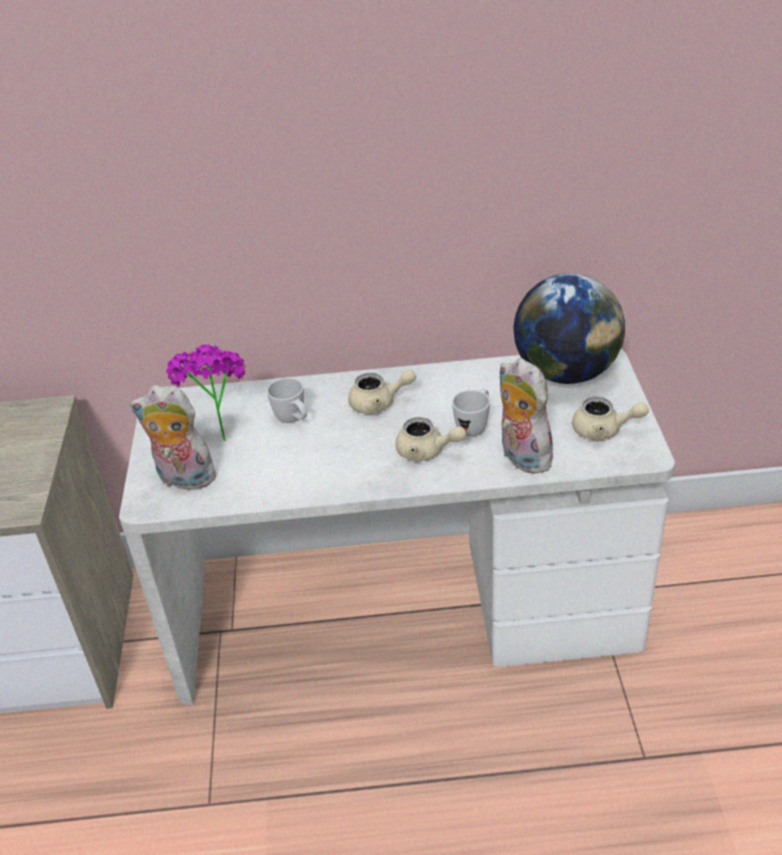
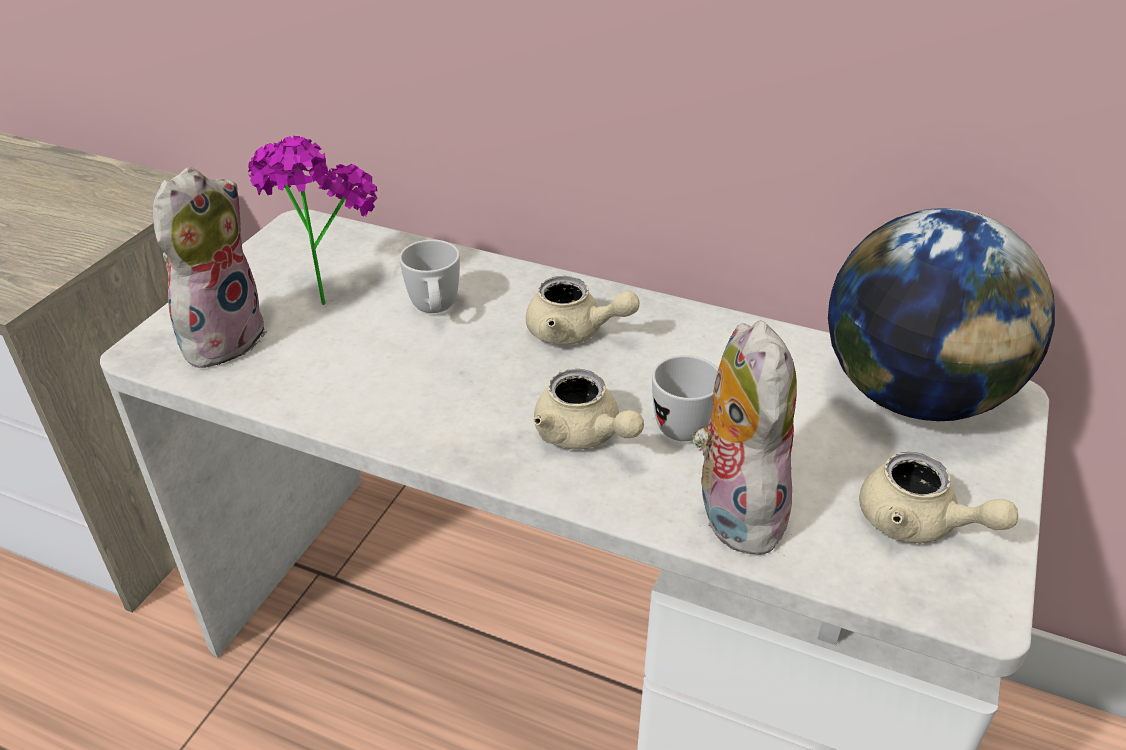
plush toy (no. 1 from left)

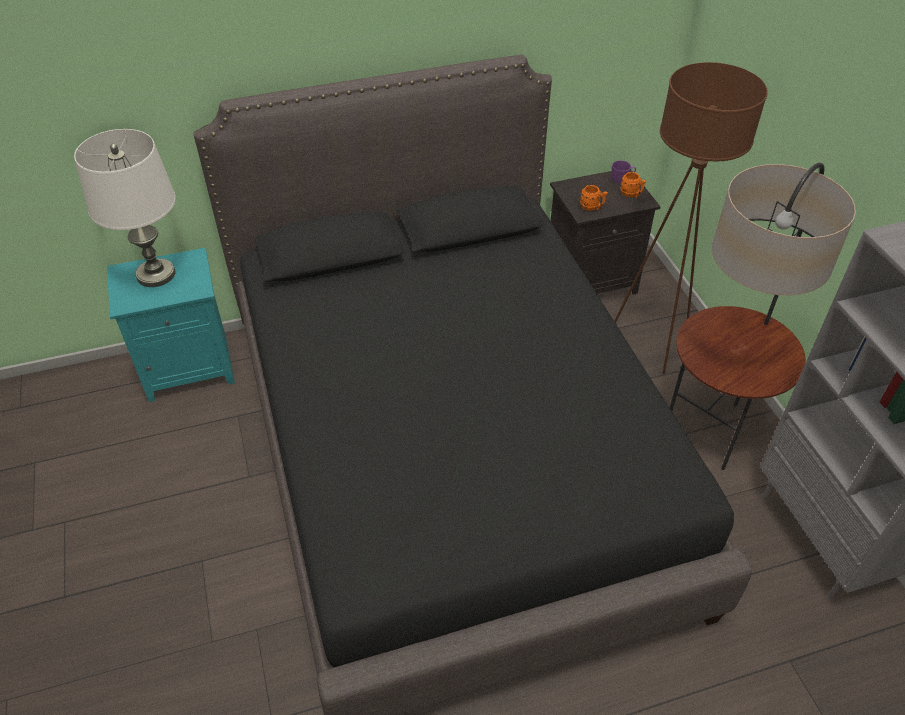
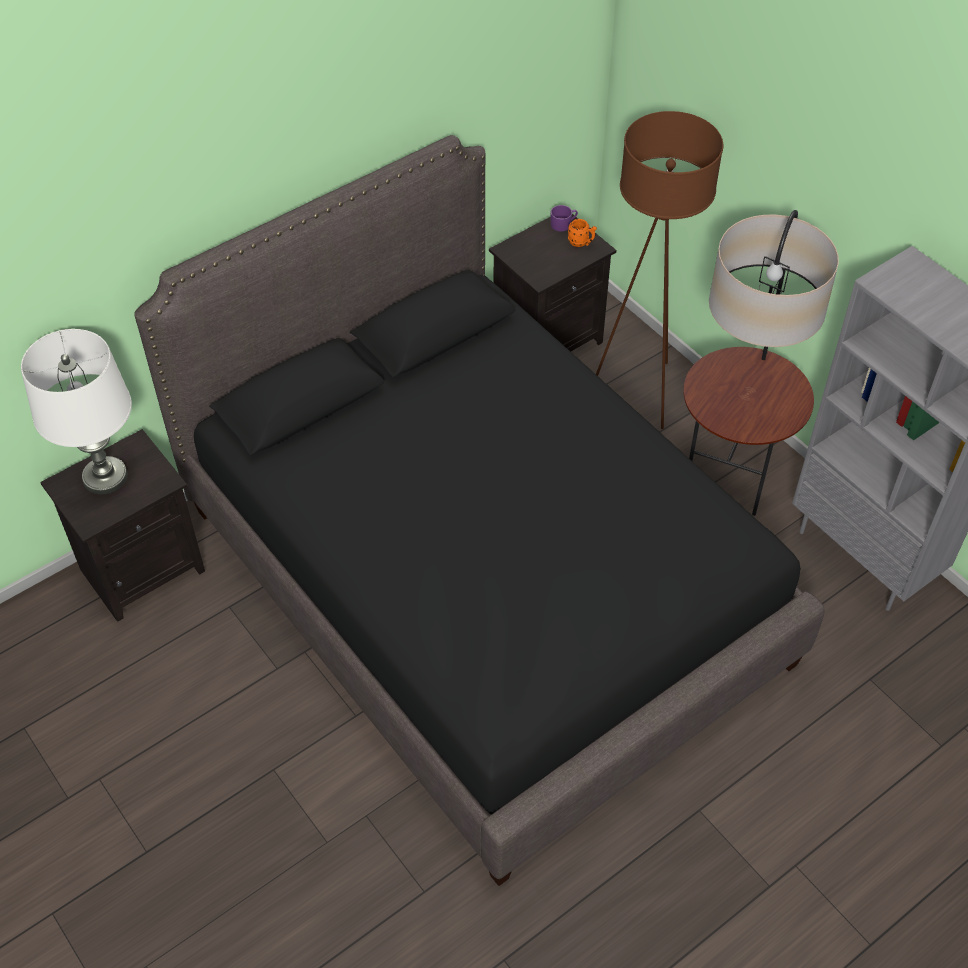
orange mug (no. 1 from left in the first image)
black nightstand (no. 1 from left)

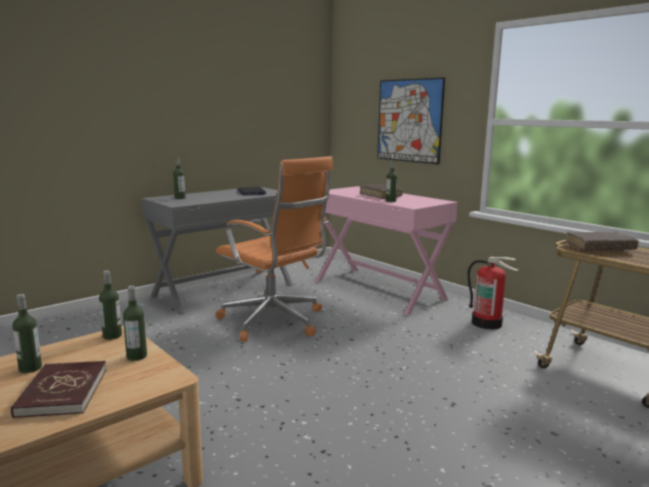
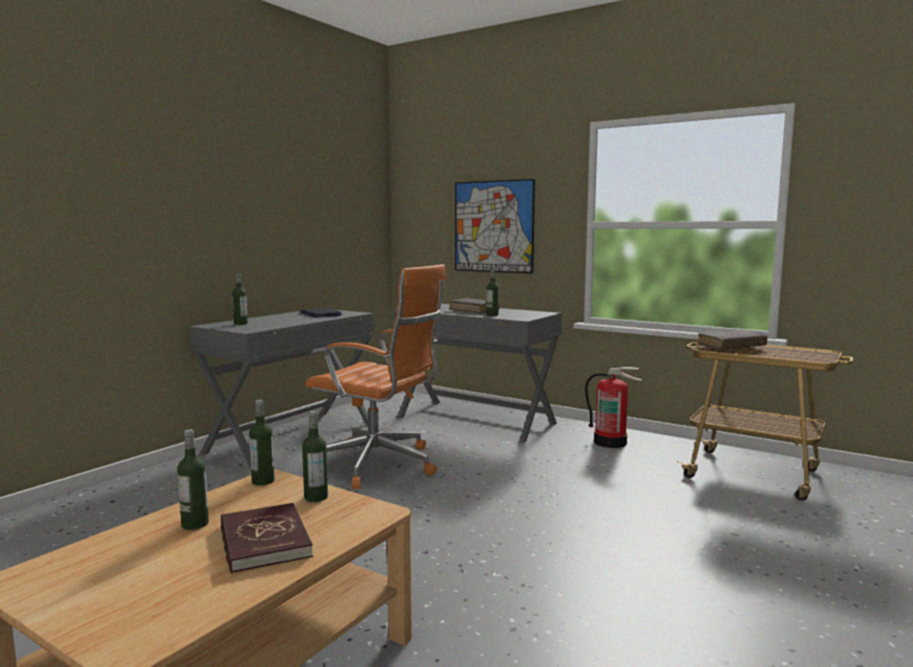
grey desk (no. 2 from left)

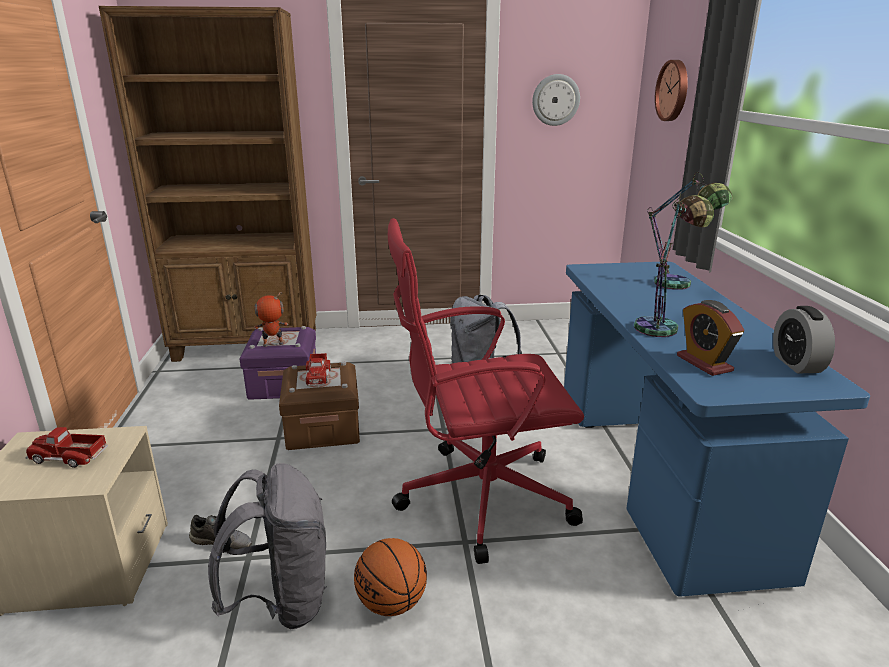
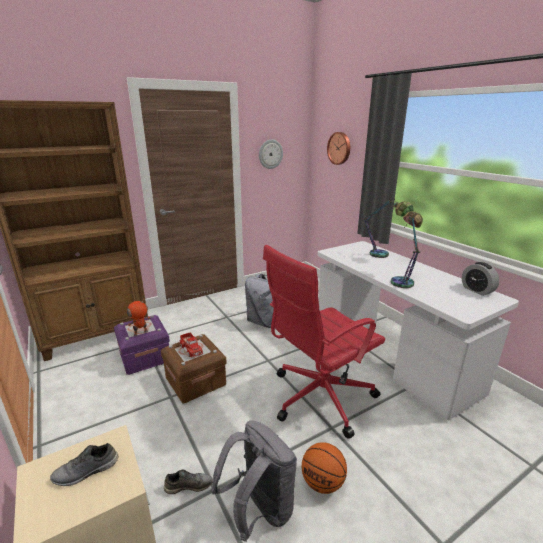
alarm clock (no. 1 from left in the first image)
grey shoe (no. 1 from left)
white desk

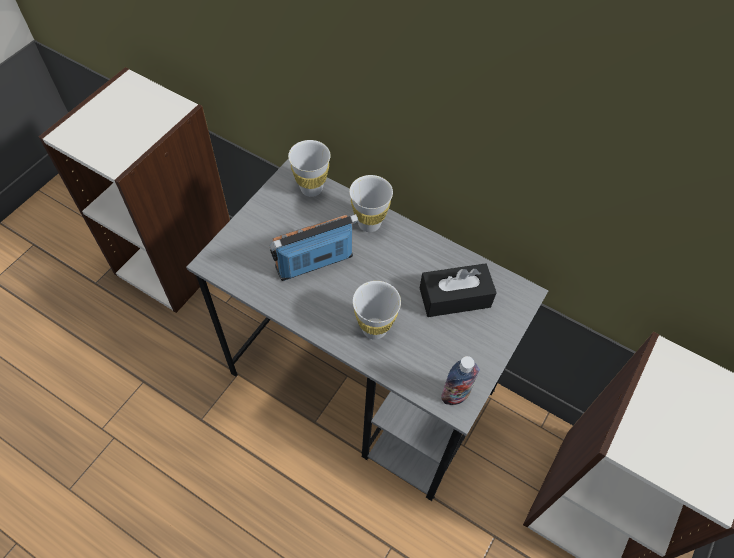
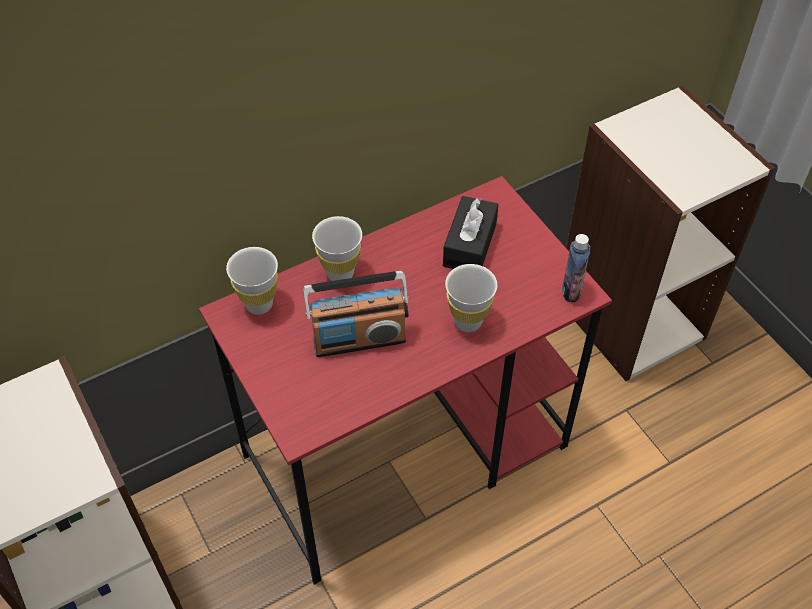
red desk
radio

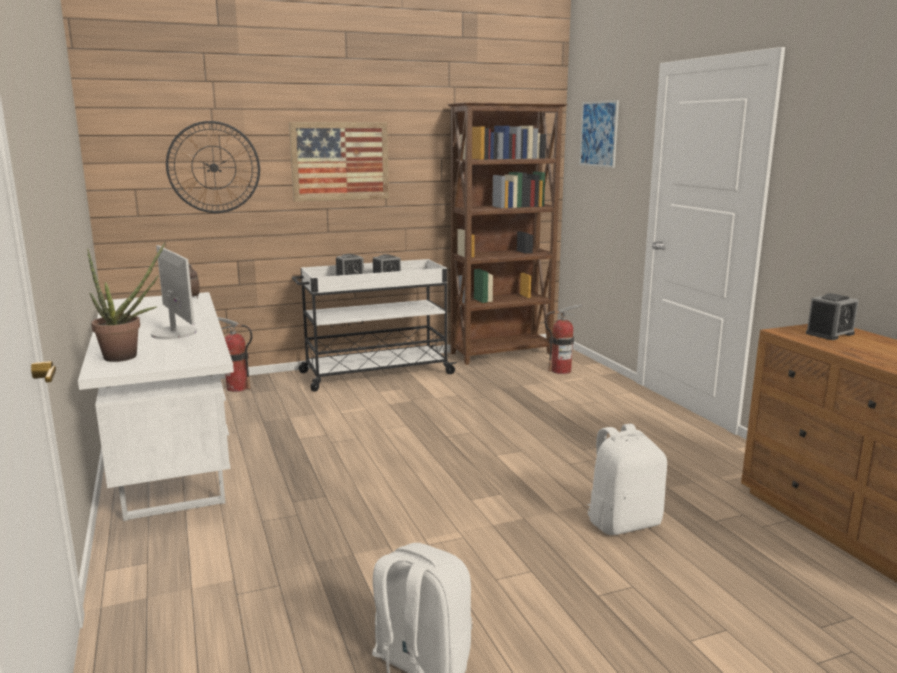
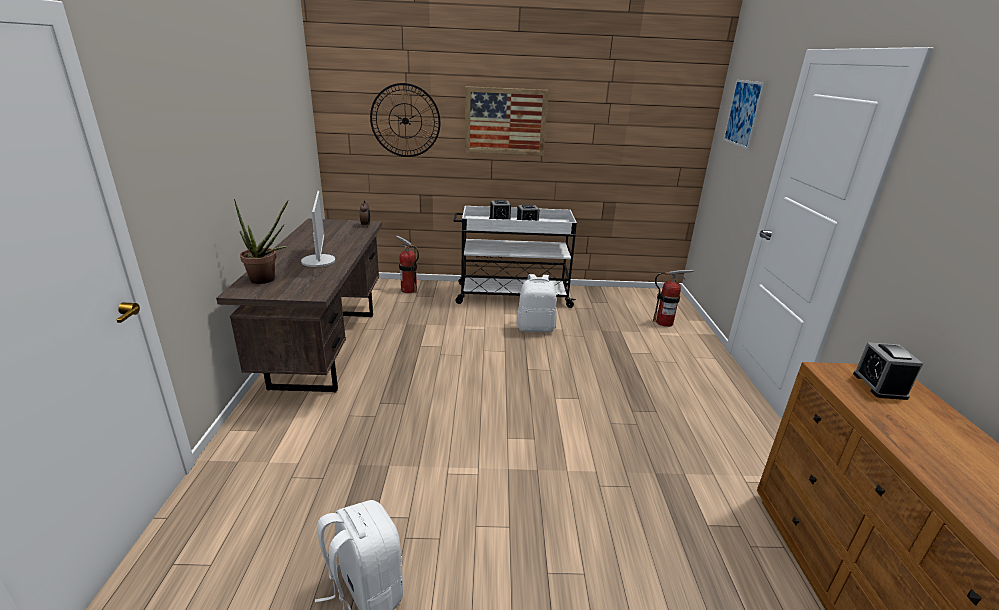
brown bookcase
white backpack (no. 2 from left)
brown desk
alarm clock (no. 4 from left)

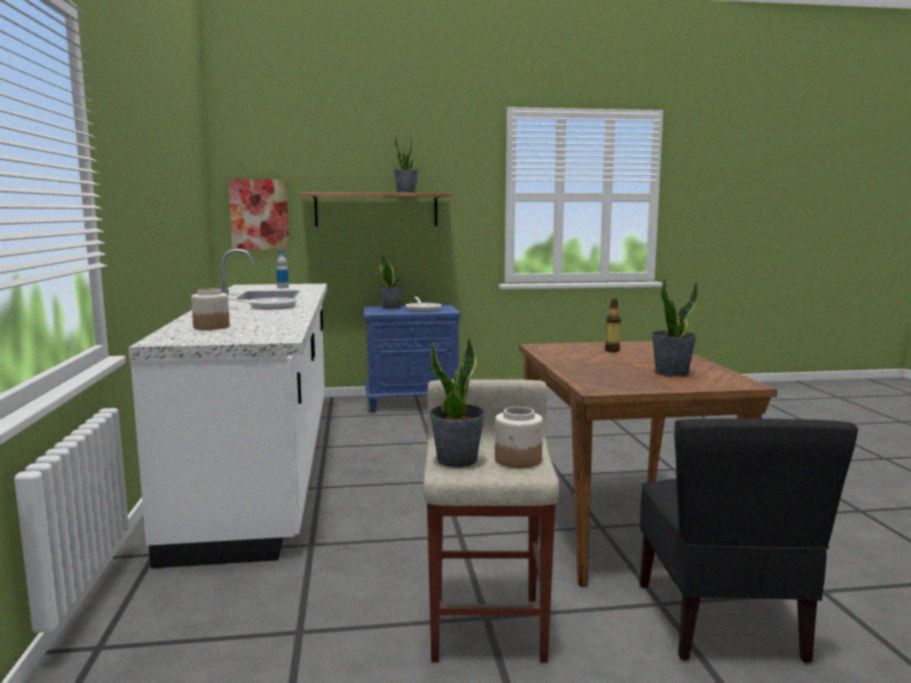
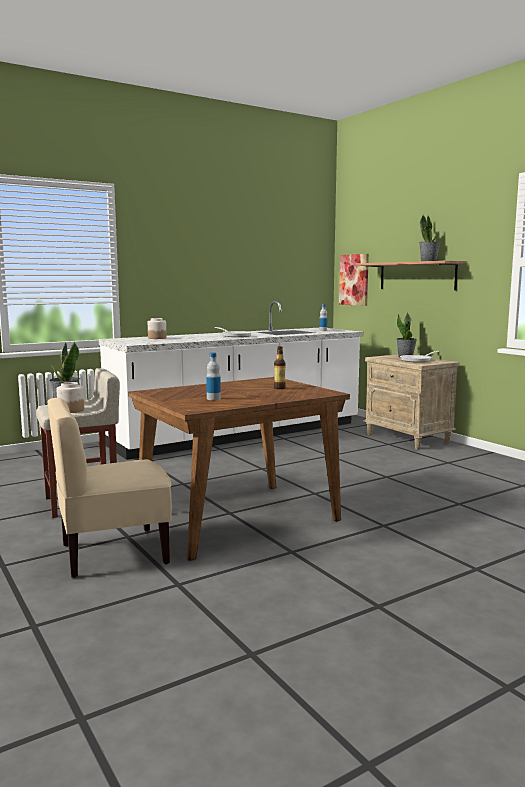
bottle (no. 1 from left)
beige nightstand
beige chair

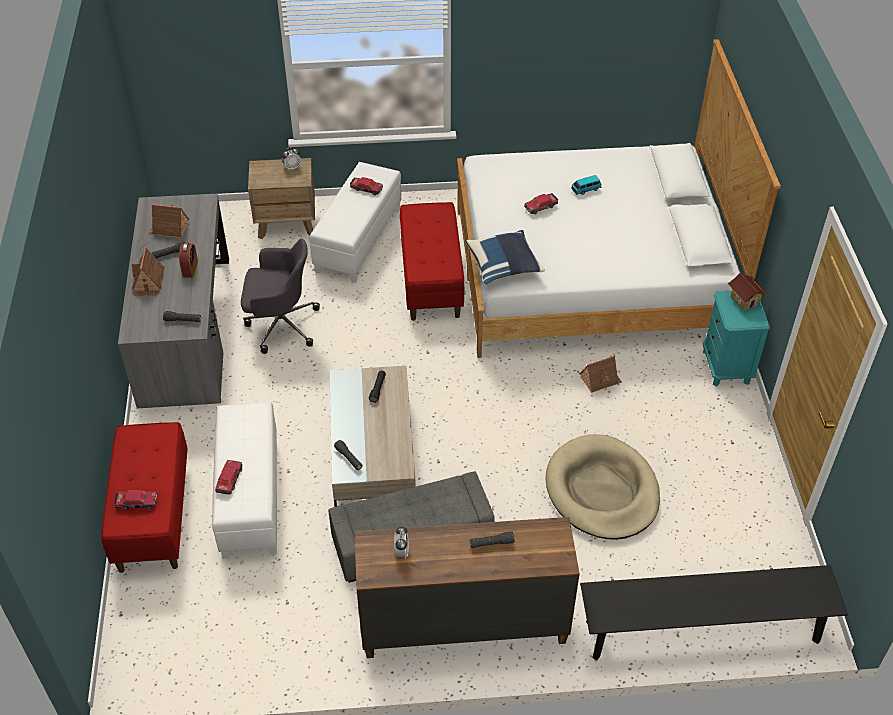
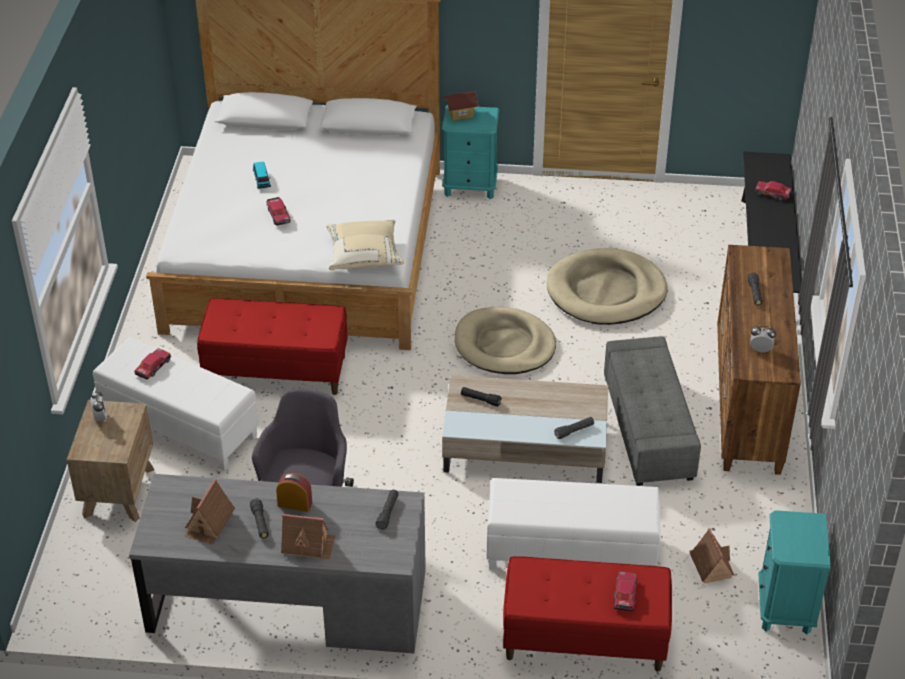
beige dog bed (no. 1 from left)
turquoise nightstand (no. 2 from left)
toy car (no. 5 from left)
toy house (no. 4 from left)
beige pillow

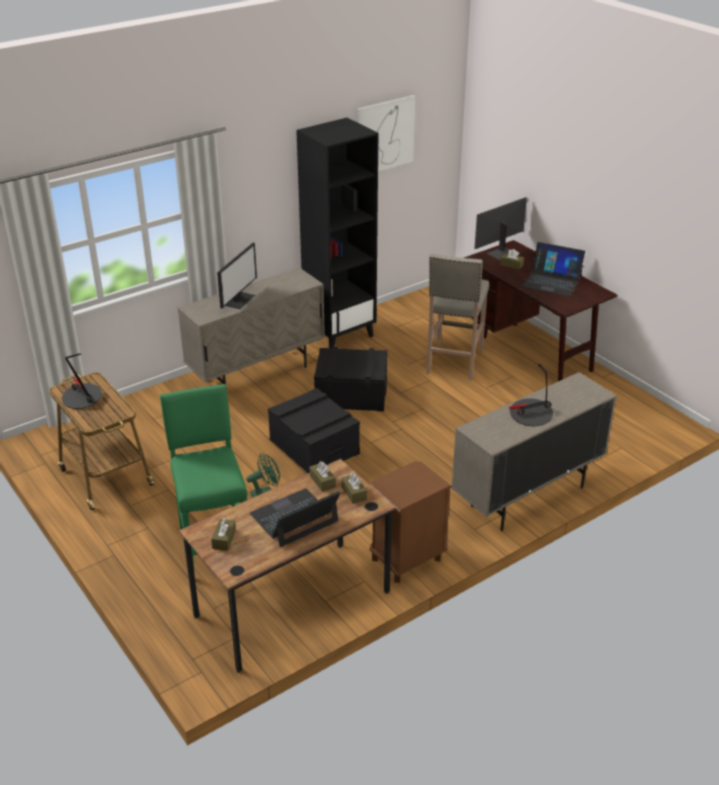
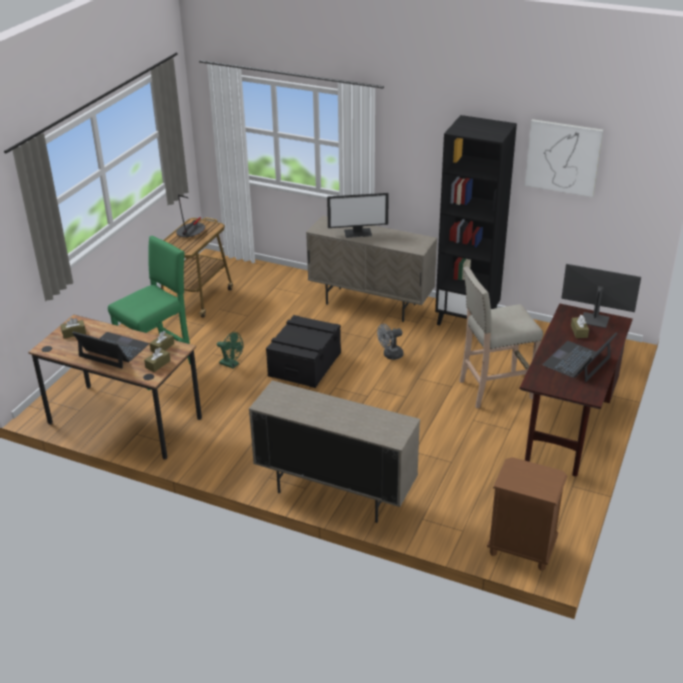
table lamp (no. 2 from left in the first image)
brown nightstand
grey fan
laptop (no. 2 from left)

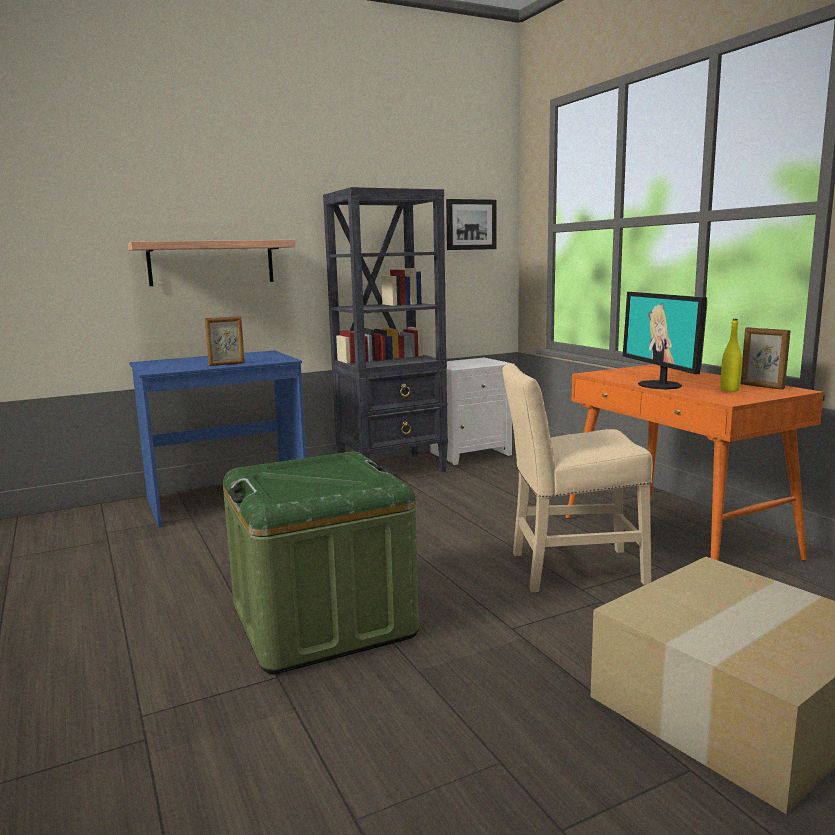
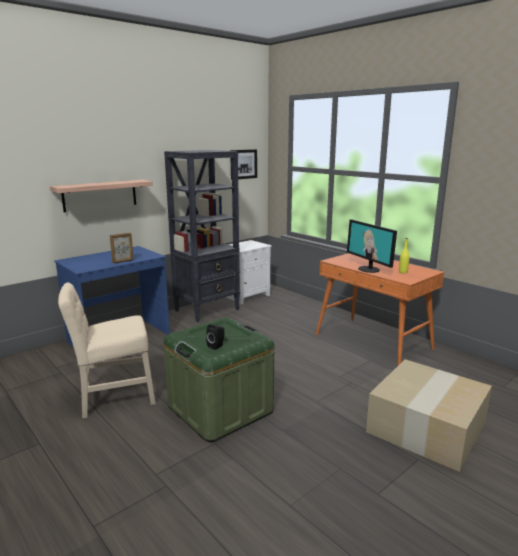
picture frame (no. 2 from left in the first image)
black speaker
beige chair

